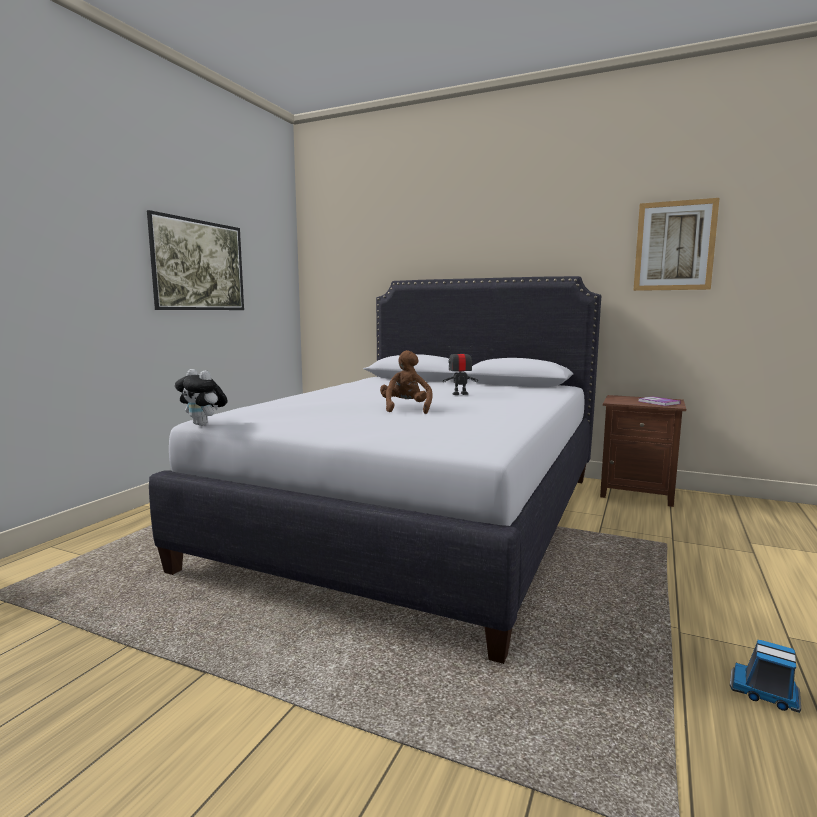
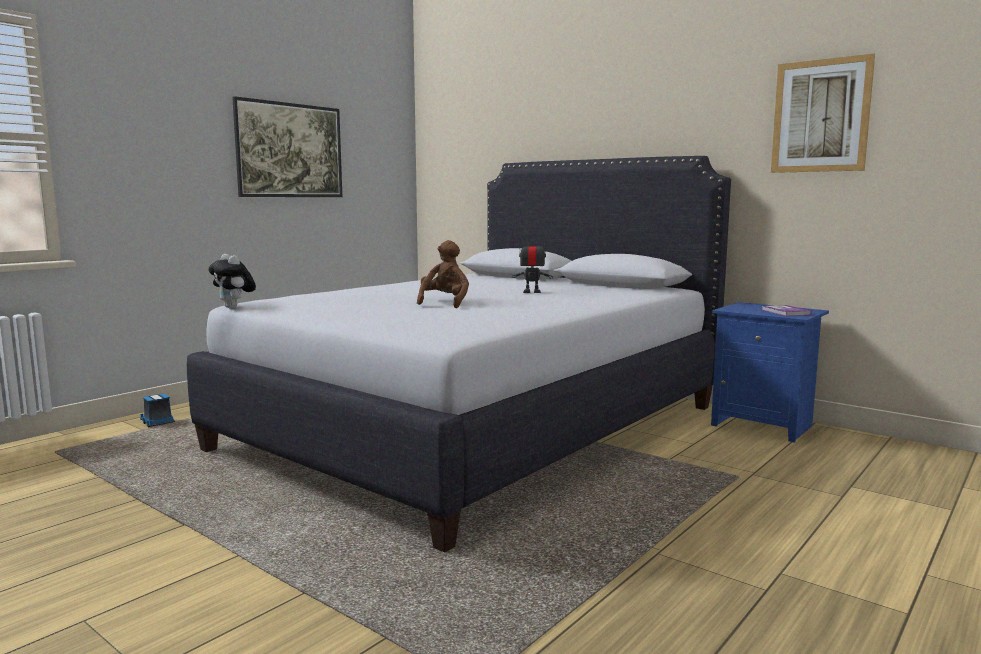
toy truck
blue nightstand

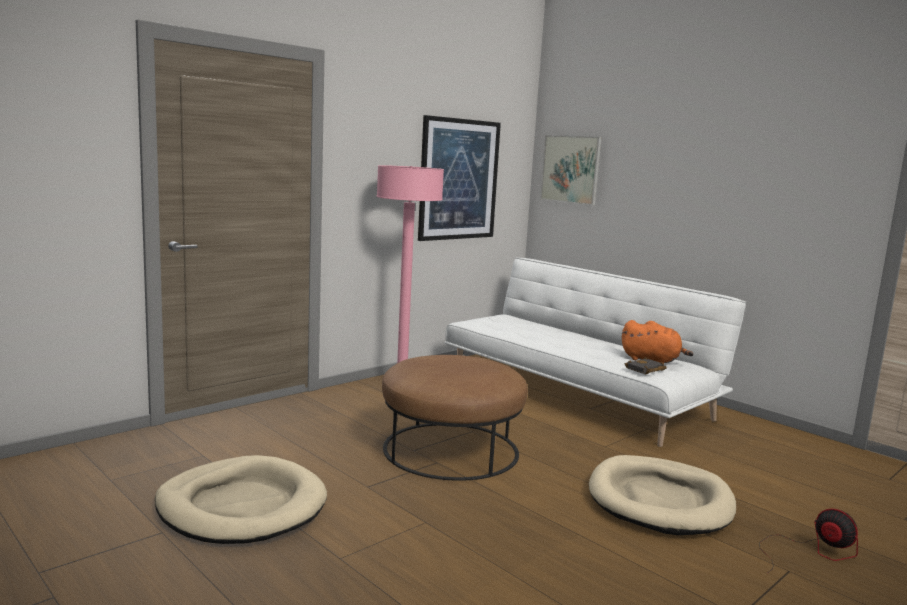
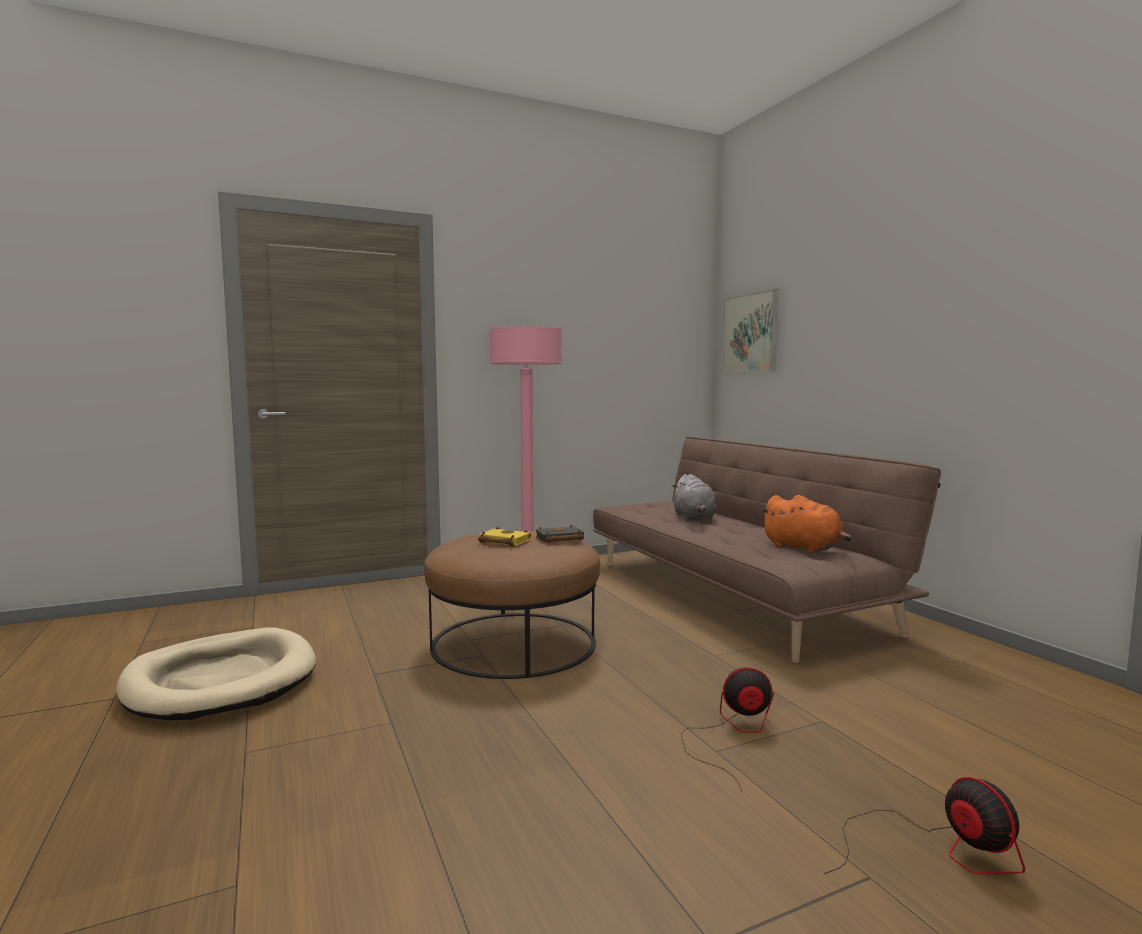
picture (no. 1 from left in the first image)
yellow book
grey plush toy
black book
fan (no. 1 from left)
brown sofa

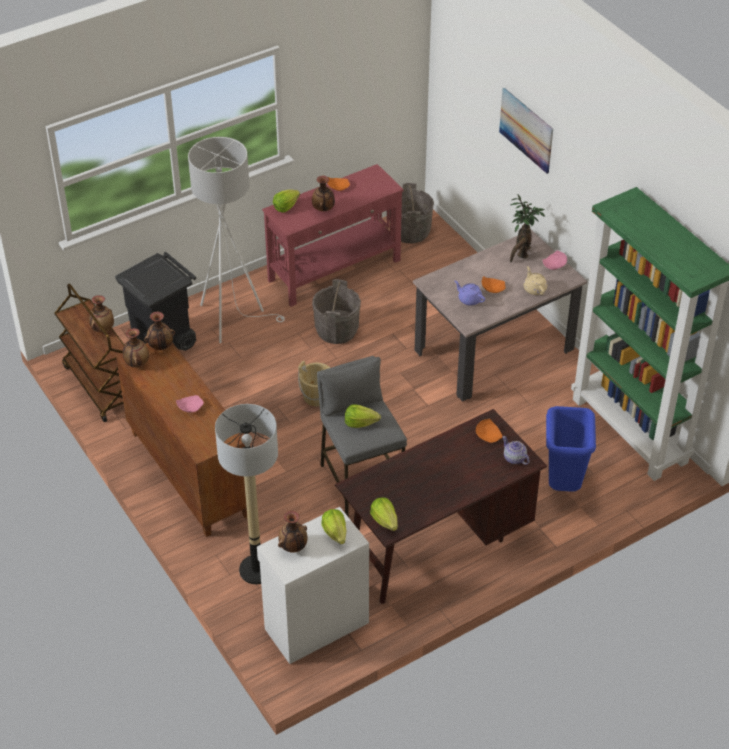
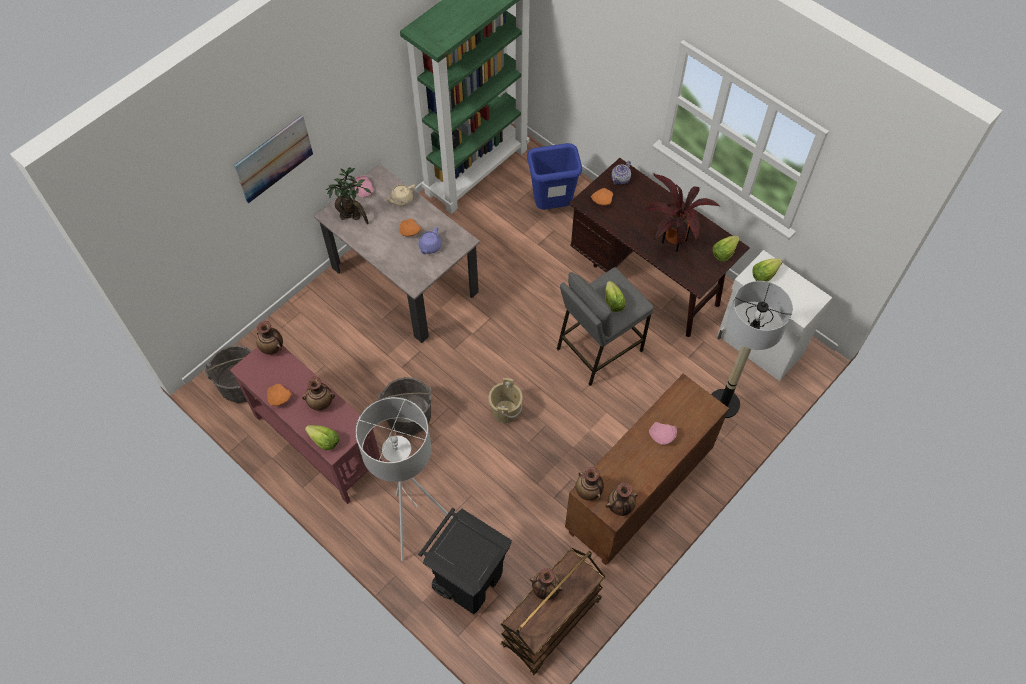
potted plant (no. 2 from left)
vase (no. 1 from left)

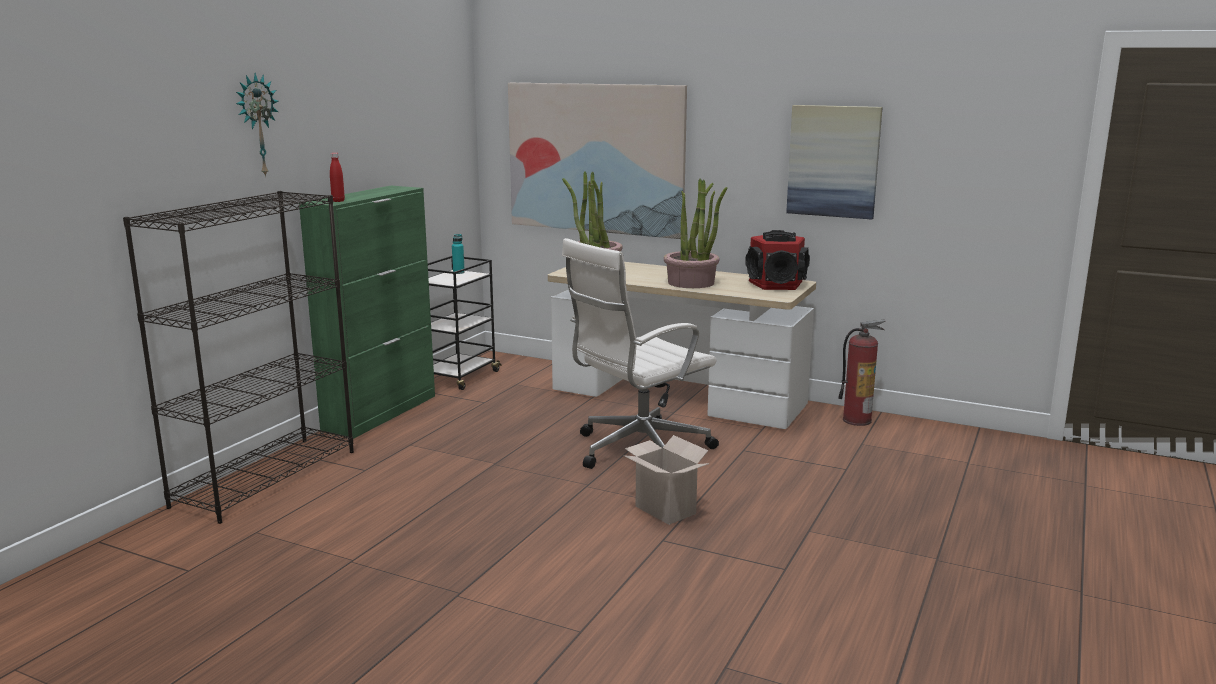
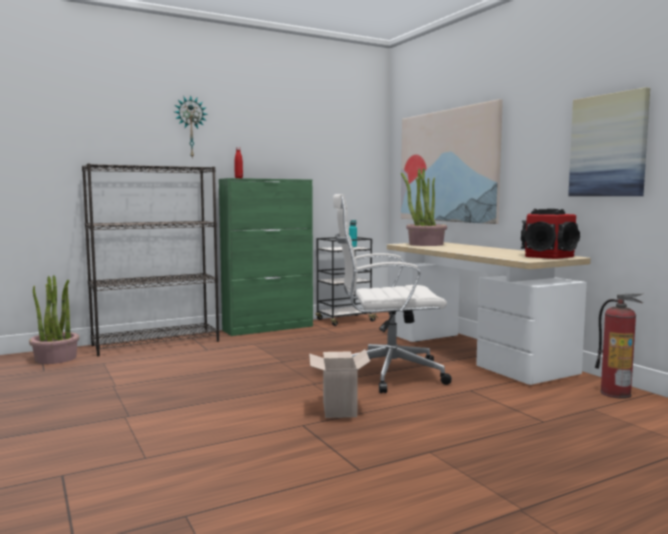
potted plant (no. 1 from left)

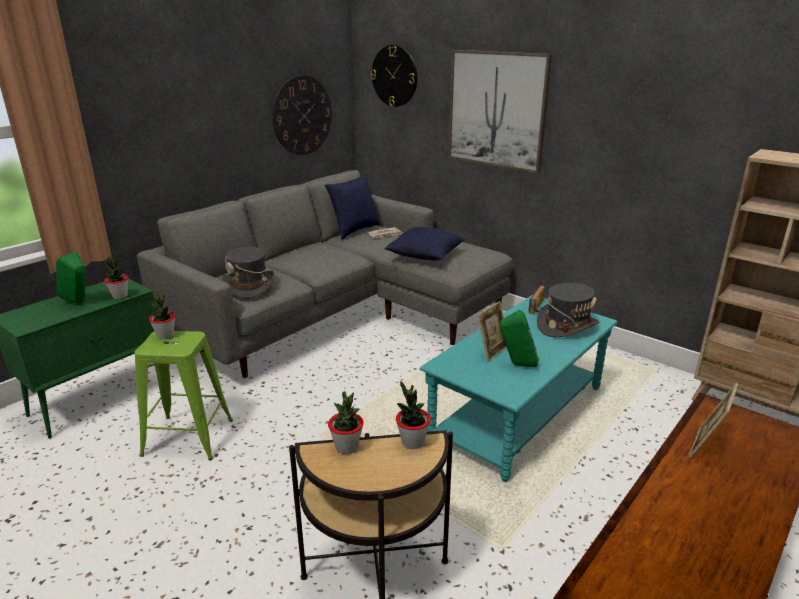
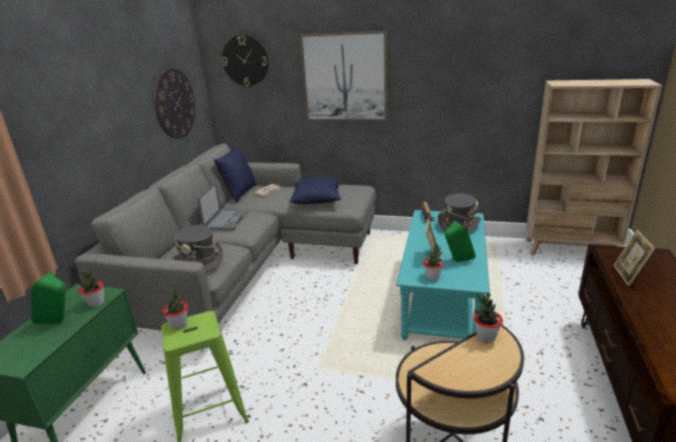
laptop
potted plant (no. 3 from left)

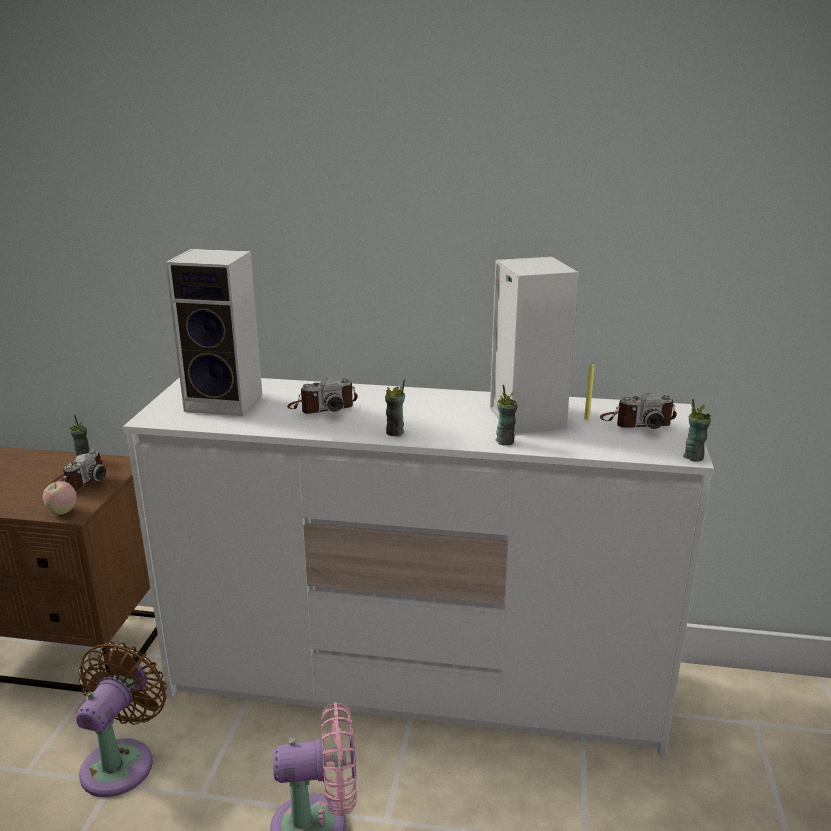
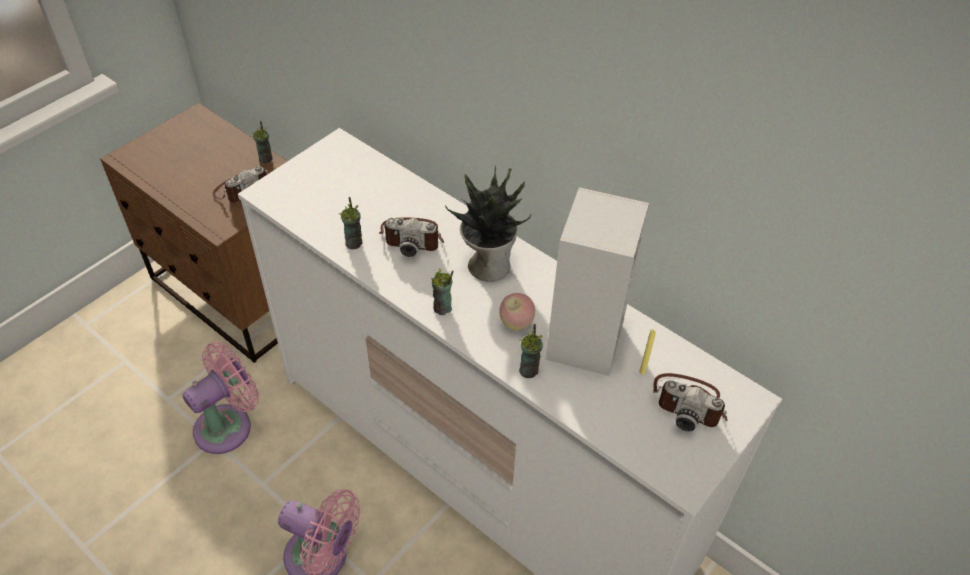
speaker (no. 1 from left in the first image)
potted plant
apple
cup (no. 2 from left)
pink fan (no. 1 from left)

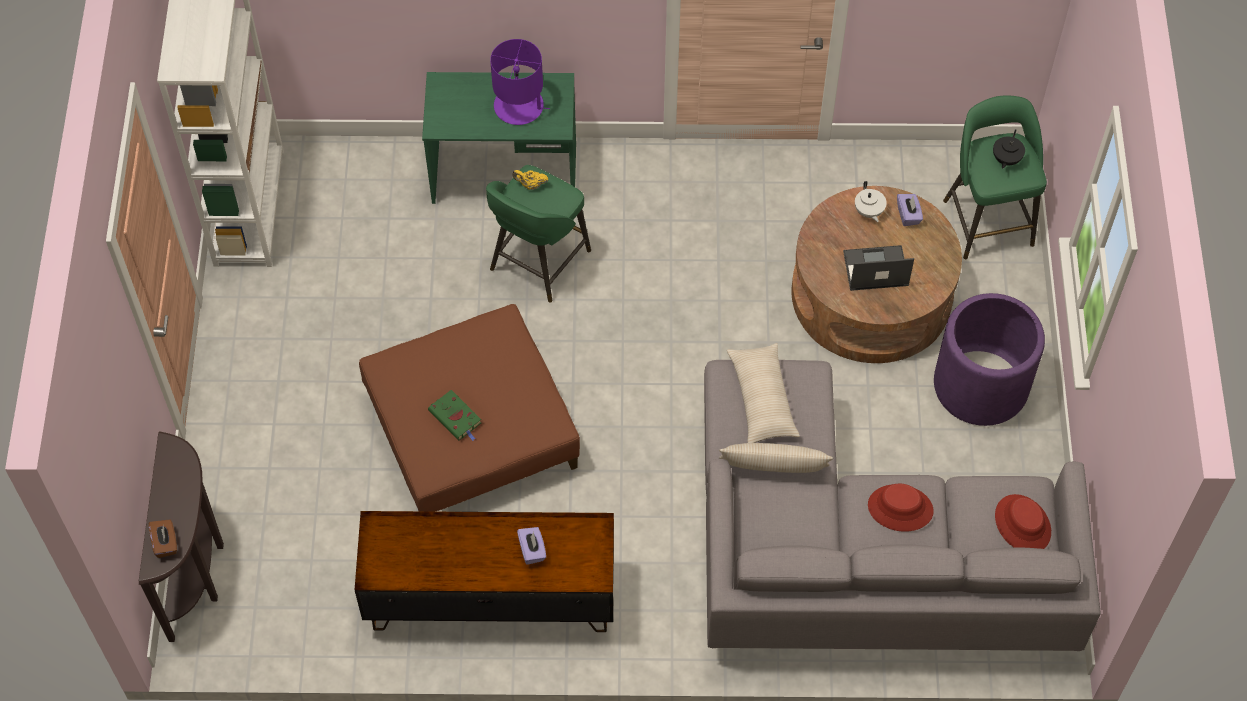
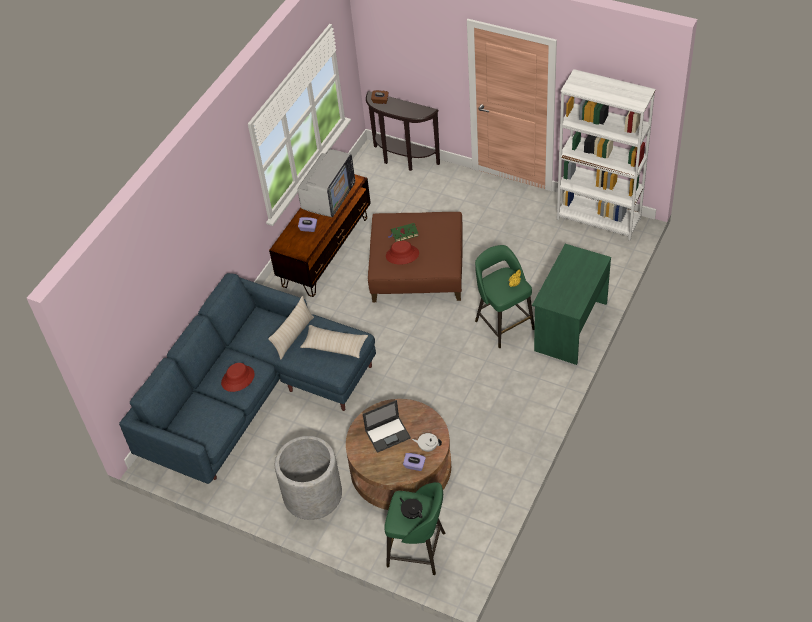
purple table lamp
television
red hat (no. 2 from left)
blue sofa
grey planter
laptop

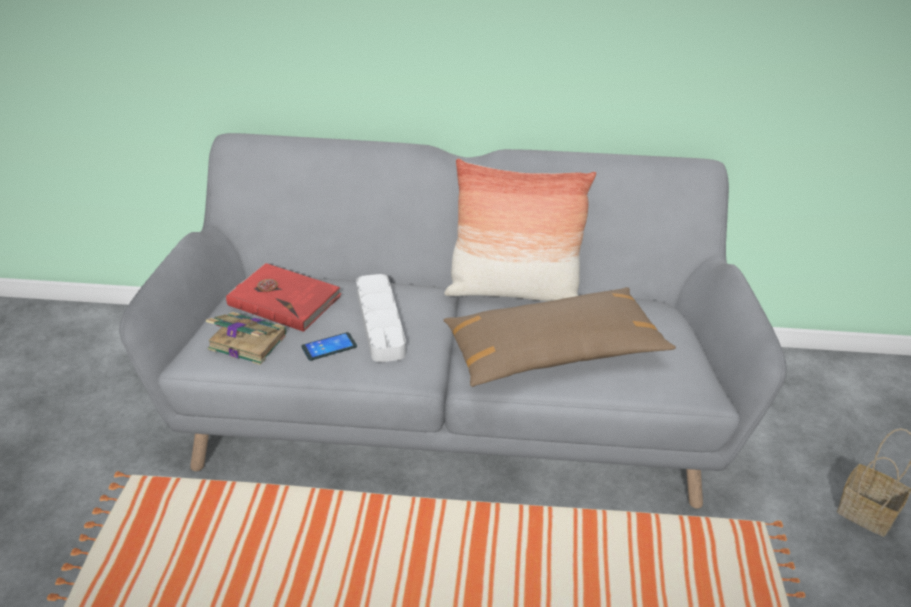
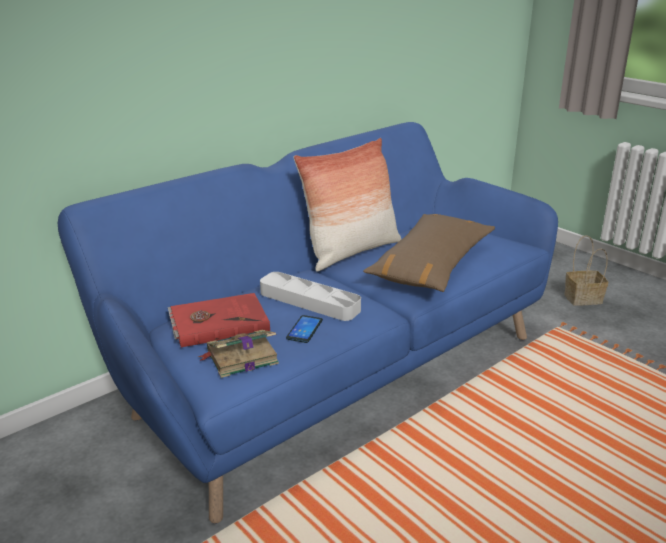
blue sofa

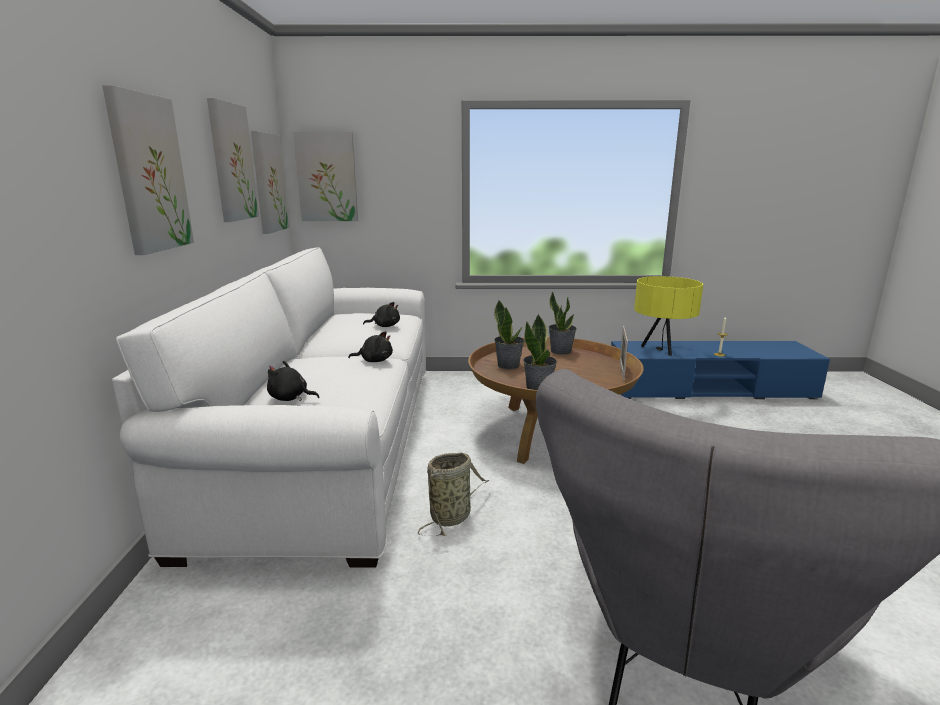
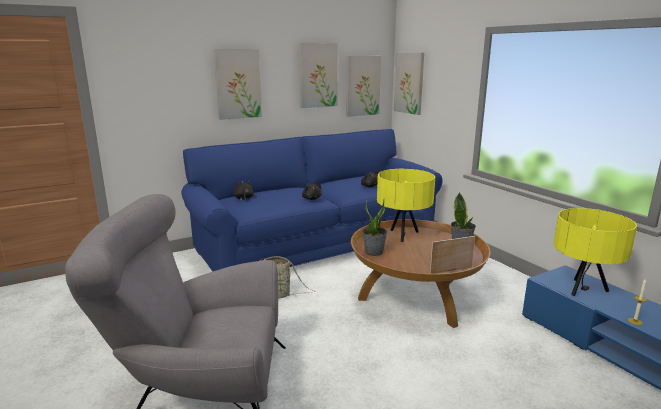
yellow table lamp (no. 1 from left)
blue sofa

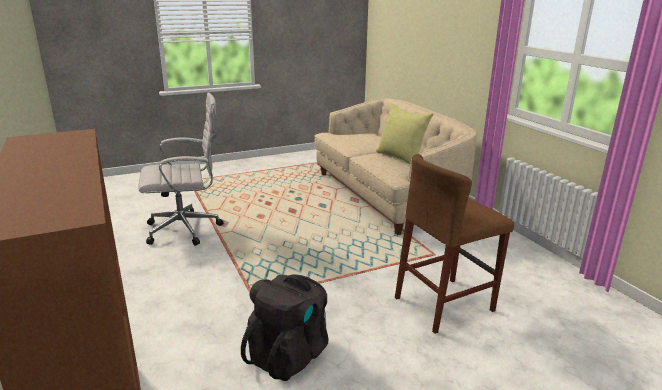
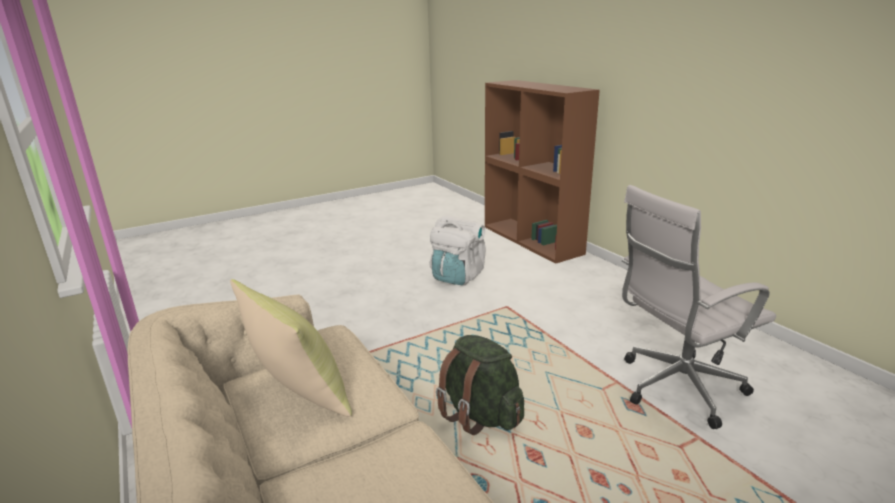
brown stool
green backpack
white backpack

